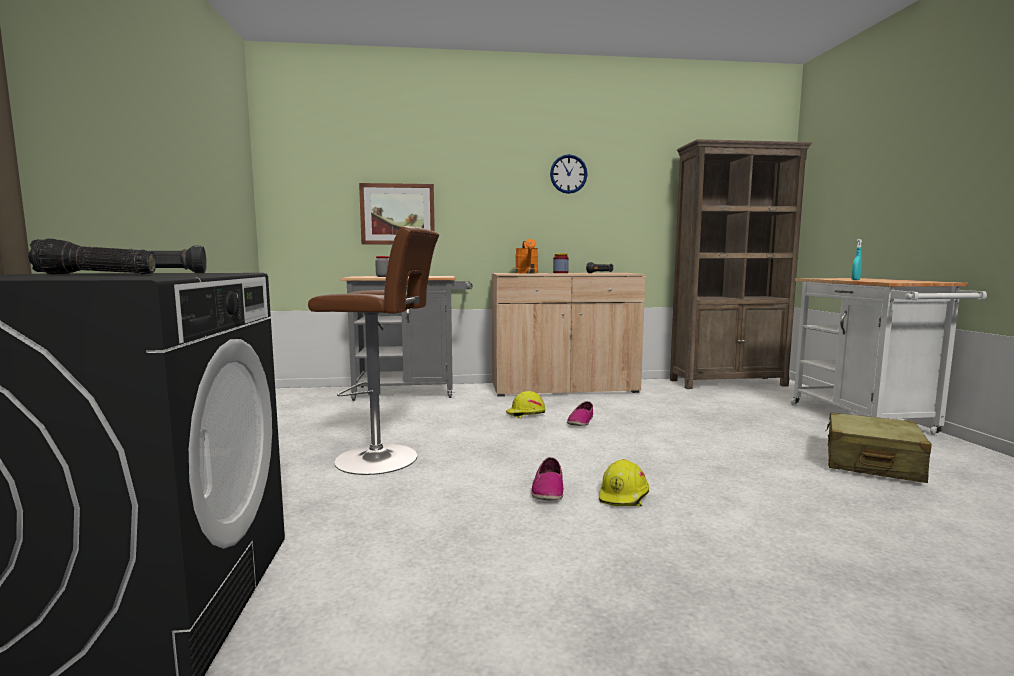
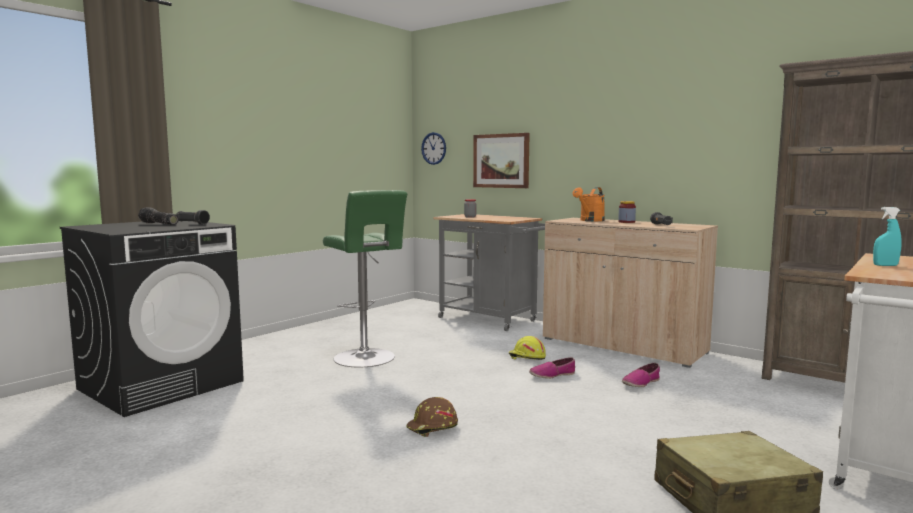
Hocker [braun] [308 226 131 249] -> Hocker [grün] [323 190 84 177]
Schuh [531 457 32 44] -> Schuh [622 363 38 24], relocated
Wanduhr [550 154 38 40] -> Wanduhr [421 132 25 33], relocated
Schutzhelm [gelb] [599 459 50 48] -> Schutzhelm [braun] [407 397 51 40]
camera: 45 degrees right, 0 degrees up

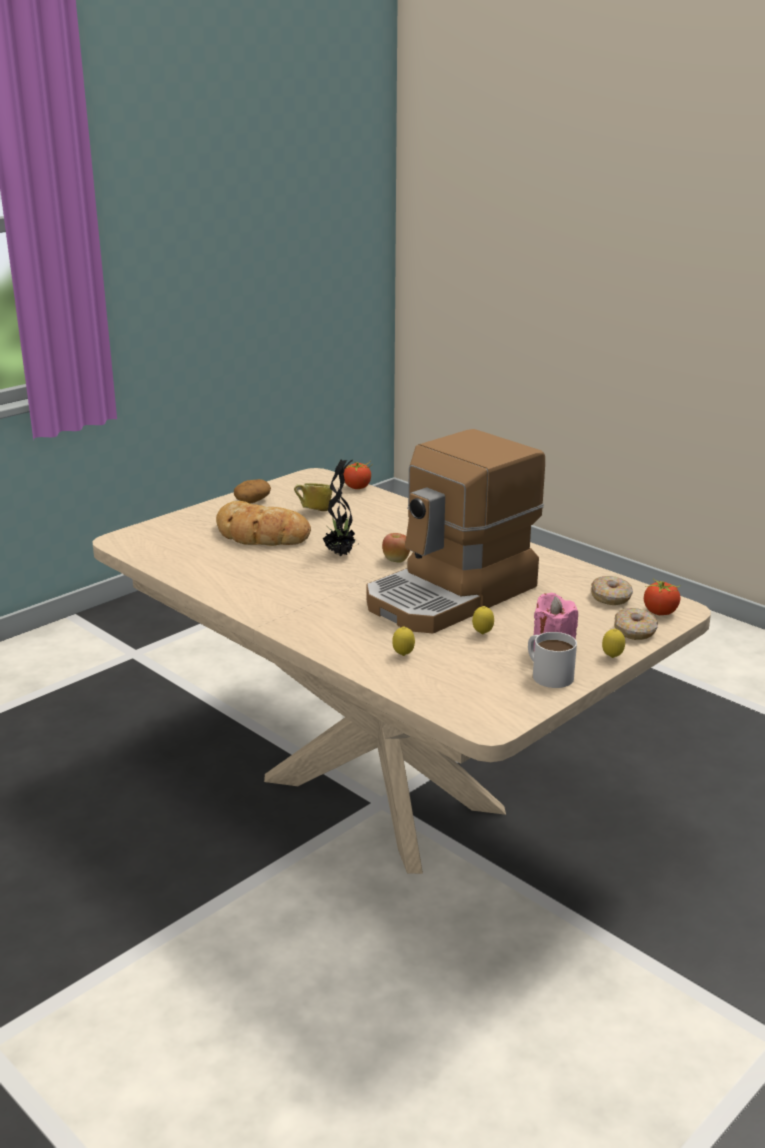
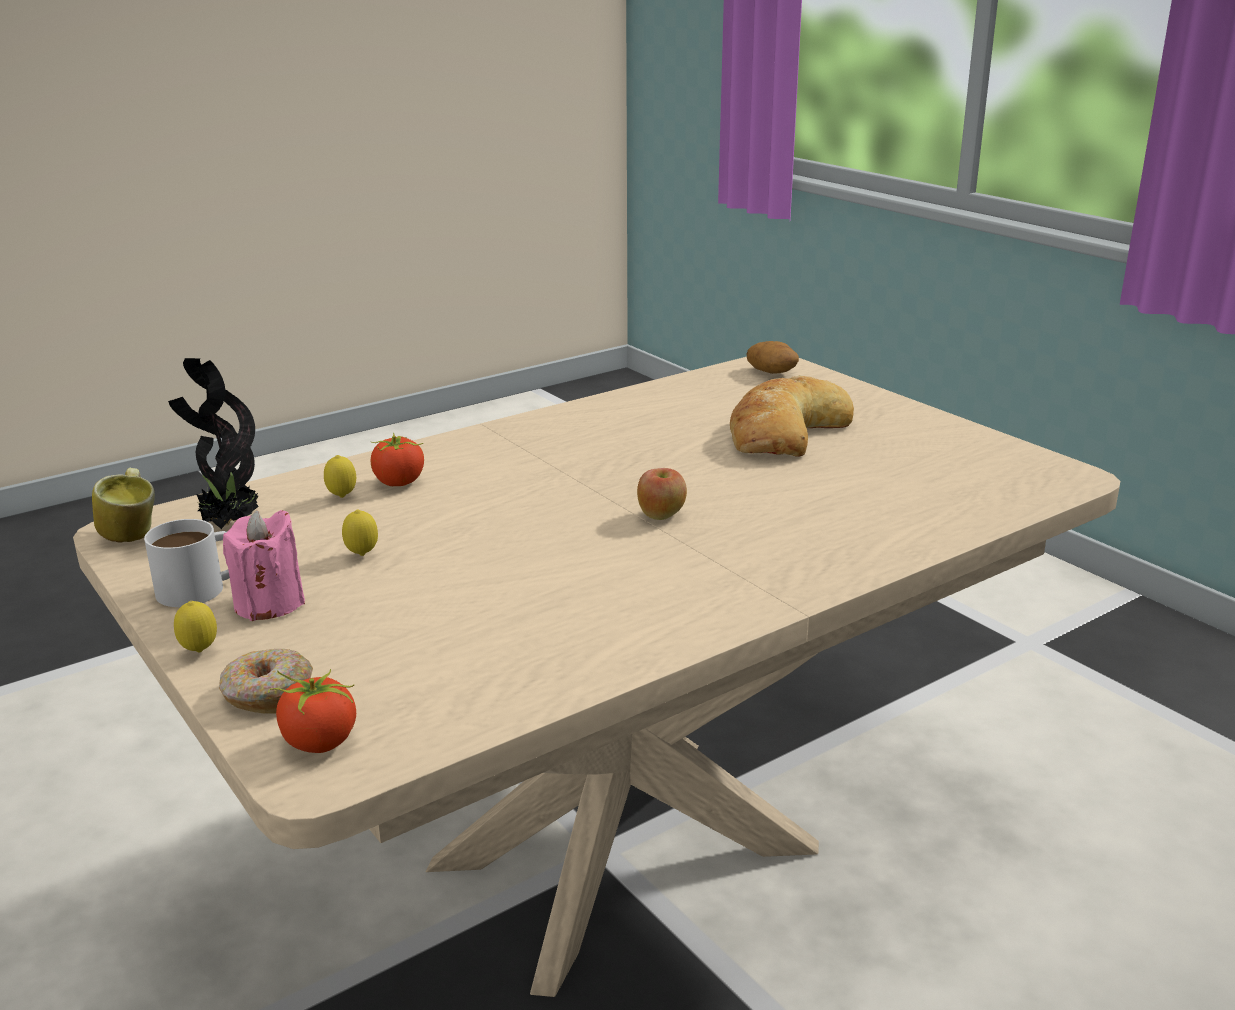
Kartoffel [234 479 37 25] -> Kartoffel [746 341 53 33], relocated
Henkelbecher [294 483 38 28] -> Henkelbecher [92 468 63 74], relocated
Topfpflanze [323 459 34 97] -> Topfpflanze [168 358 91 171], relocated
Tomate [344 460 29 29] -> Tomate [371 433 53 53], relocated
Kaffeemaschine [366 429 179 204] -> none
Donut [591 576 42 29] -> none
camera: 100 degrees right, 0 degrees up

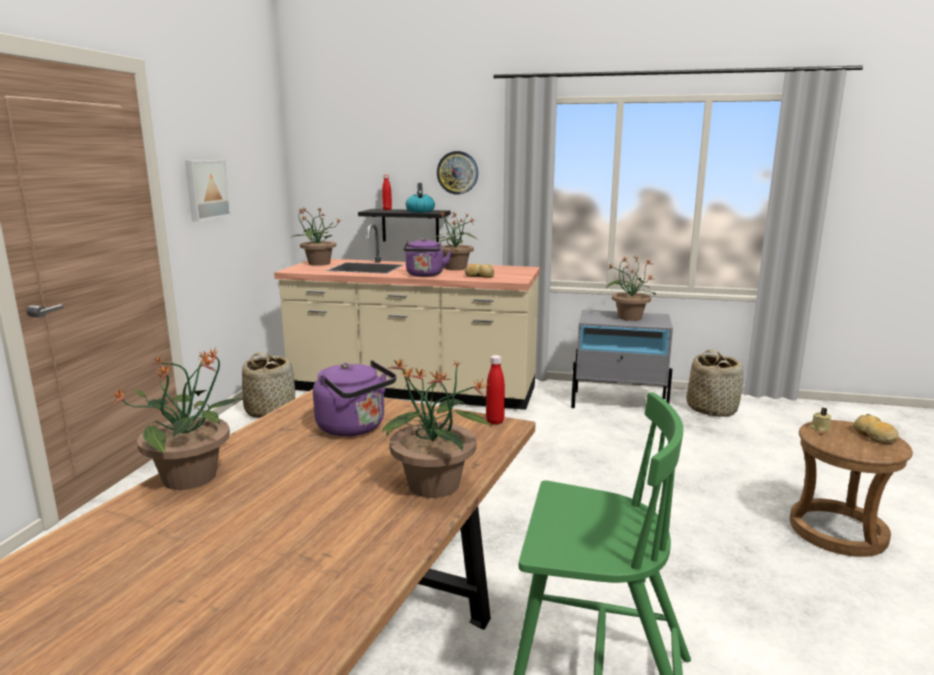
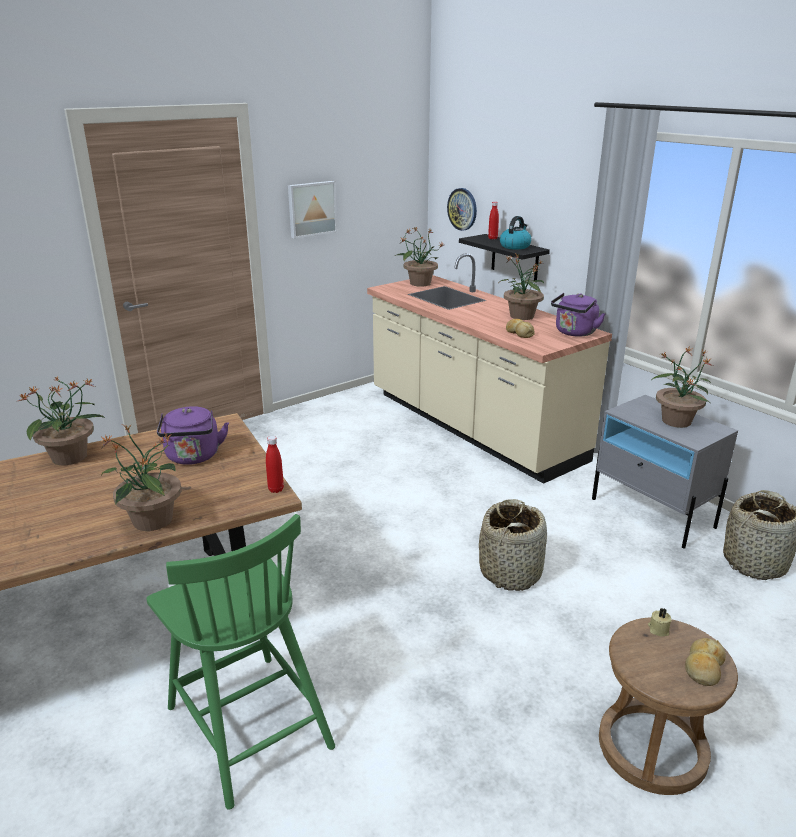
Korb [242 352 54 66] -> Korb [479 499 68 92], relocated
Wasserkessel [lila] [403 238 49 39] -> Wasserkessel [lila] [551 293 54 44], relocated
Wanduhr [437 151 41 44] -> Wanduhr [447 188 30 43], relocated
camera: 40 degrees right, 10 degrees up

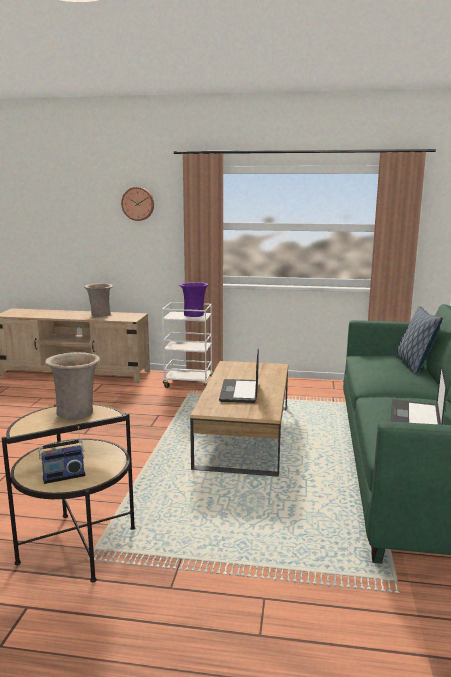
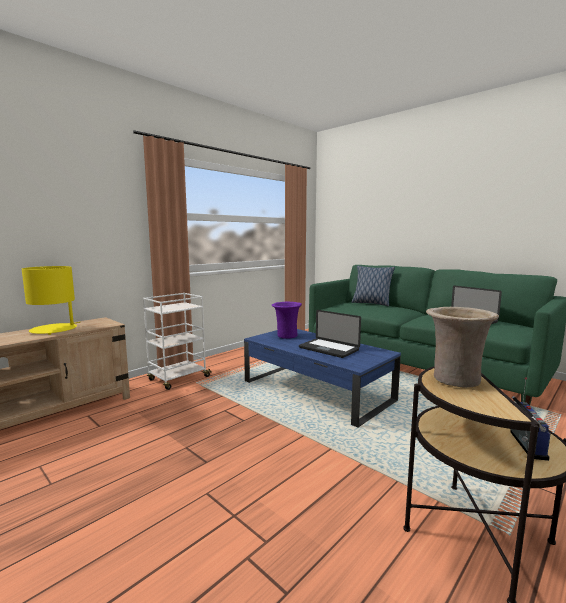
Vase [beige] [84 283 29 34] -> Tischlampe [gelb] [22 266 58 69]
Wanduhr [121 187 33 34] -> none
Vase [lila] [179 282 30 35] -> Vase [lila] [272 302 30 37], relocated
Couchtisch [braun] [190 361 98 116] -> Couchtisch [blau] [244 329 157 98]
camera: 55 degrees left, 5 degrees down

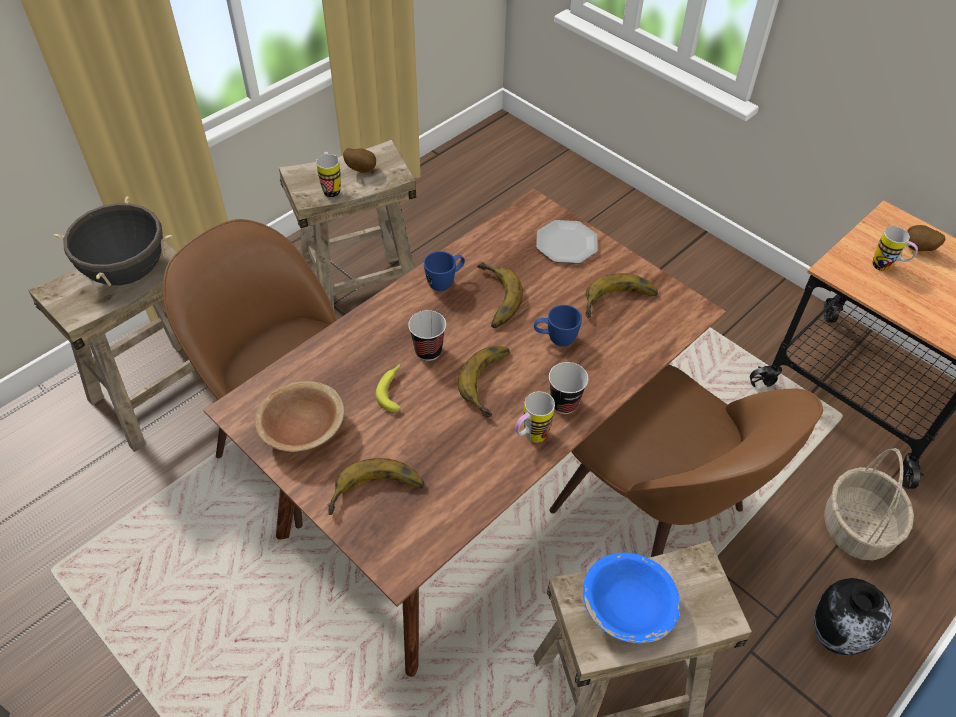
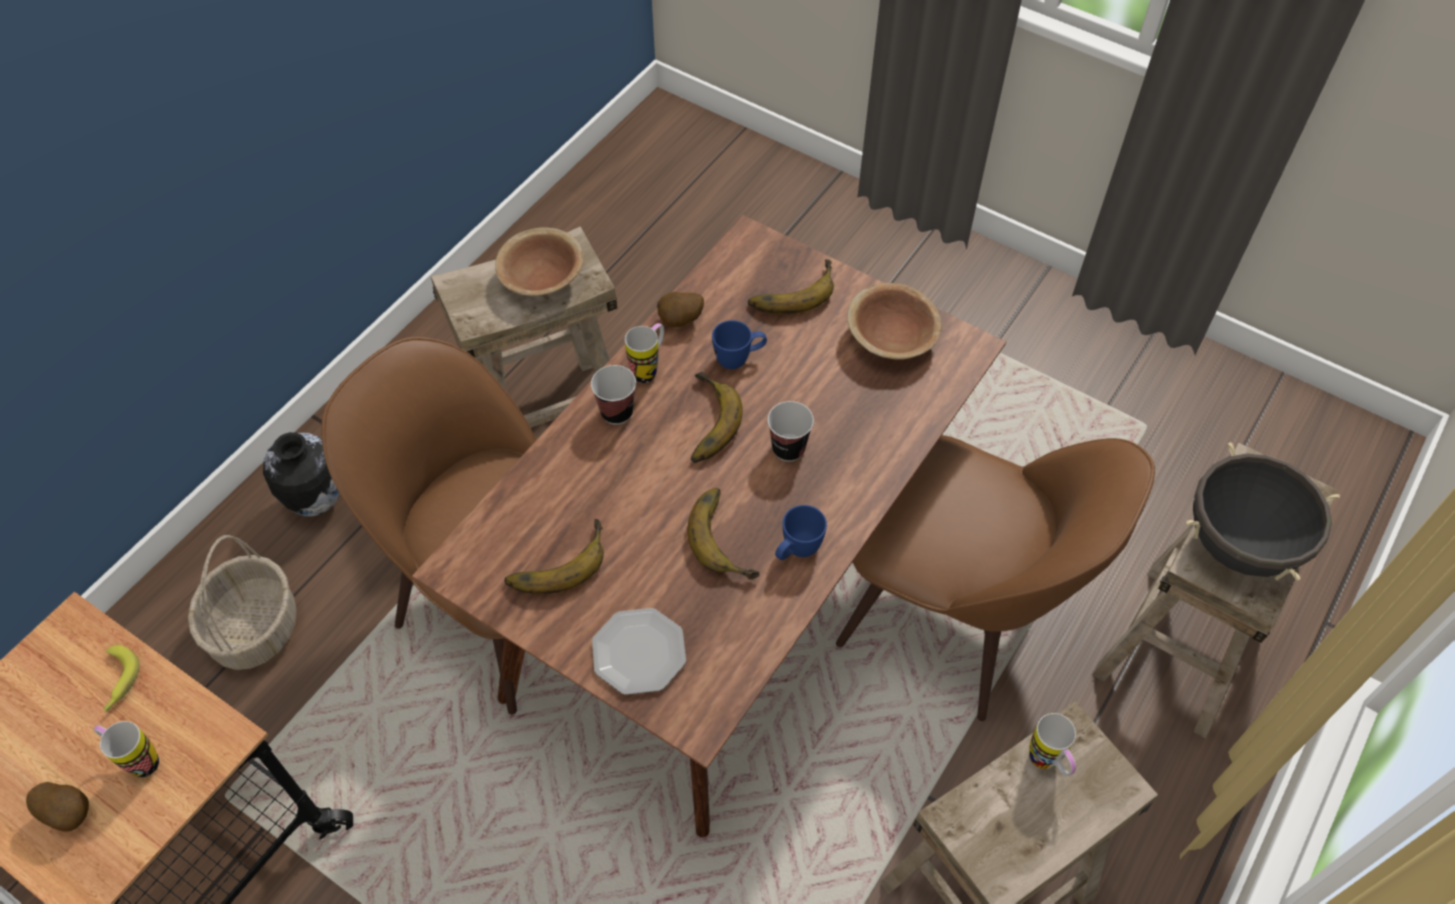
Kartoffel [343 148 33 25] -> Kartoffel [657 292 47 35], relocated
Banane [375 364 26 48] -> Banane [104 645 36 67], relocated
Henkelbecher [blau] [534 305 48 41] -> Henkelbecher [blau] [712 320 55 49], relocated
Schüssel [blau] [583 553 97 90] -> Schüssel [braun] [495 227 88 69]
camera: 170 degrees right, 5 degrees up

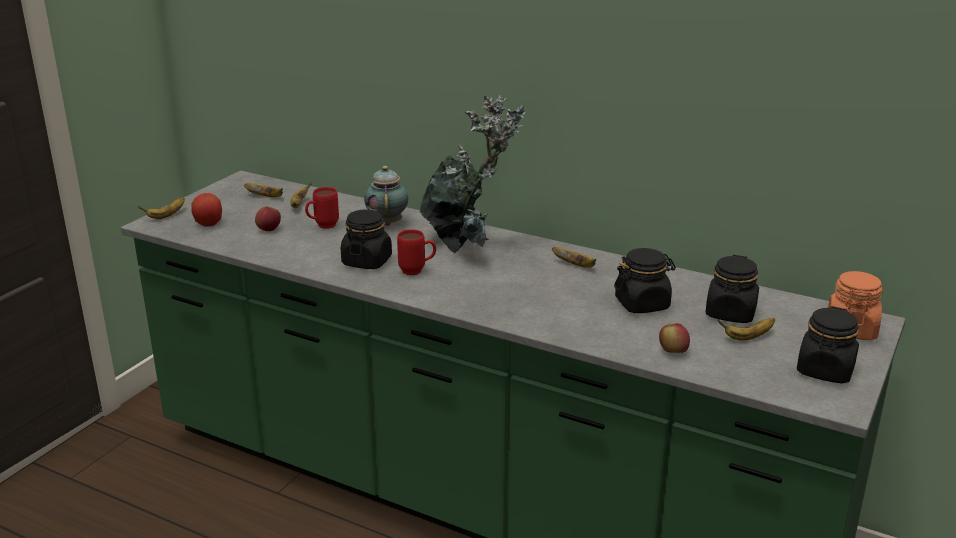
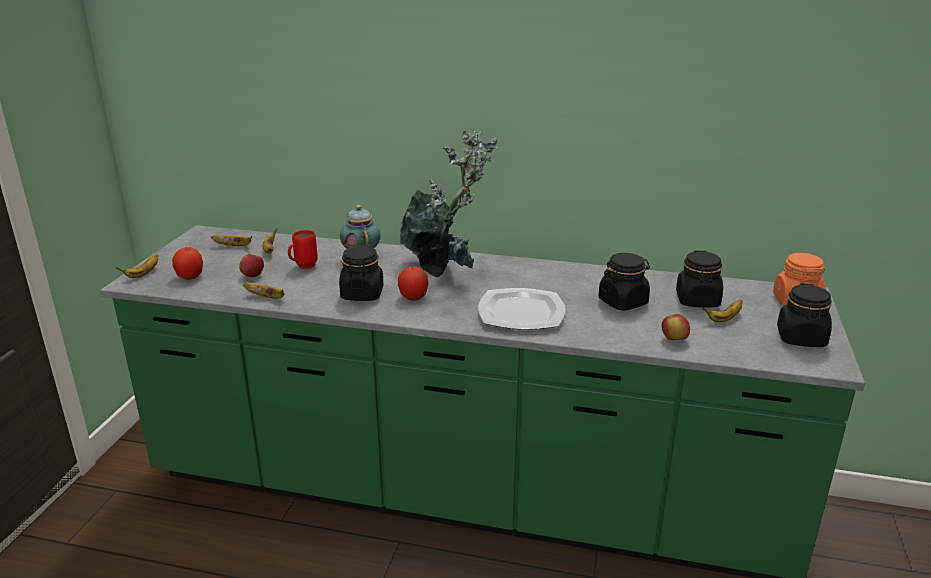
Henkelbecher [rot] [397 229 39 46] -> Apfel [398 267 30 34]
Banane [552 247 44 21] -> Banane [243 282 42 16], relocated
none -> Teller [478 288 88 42]
camera: 15 degrees left, 0 degrees up

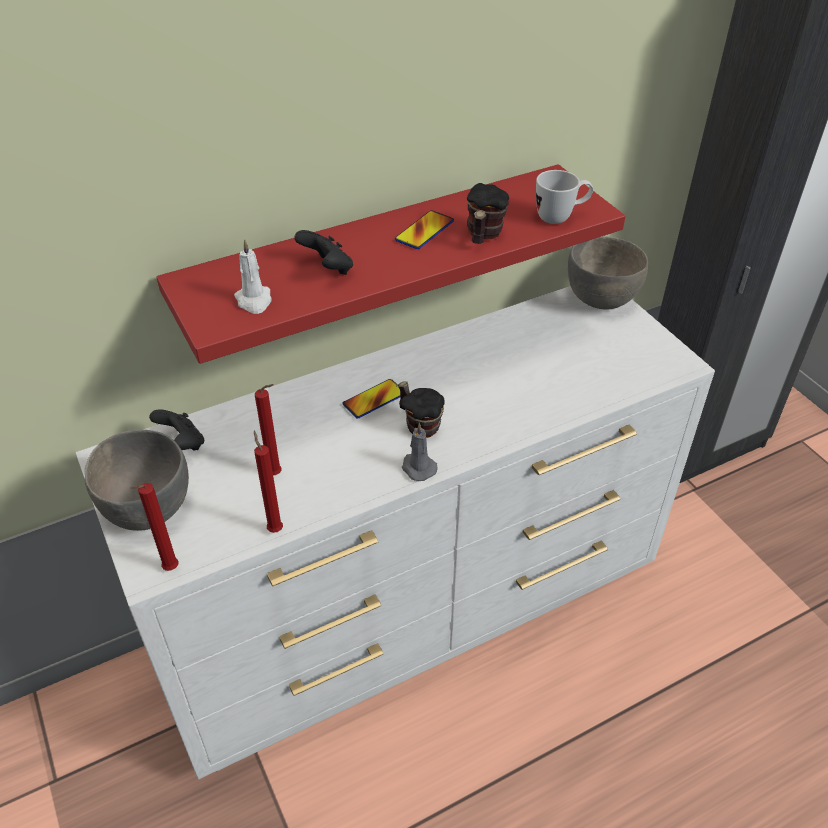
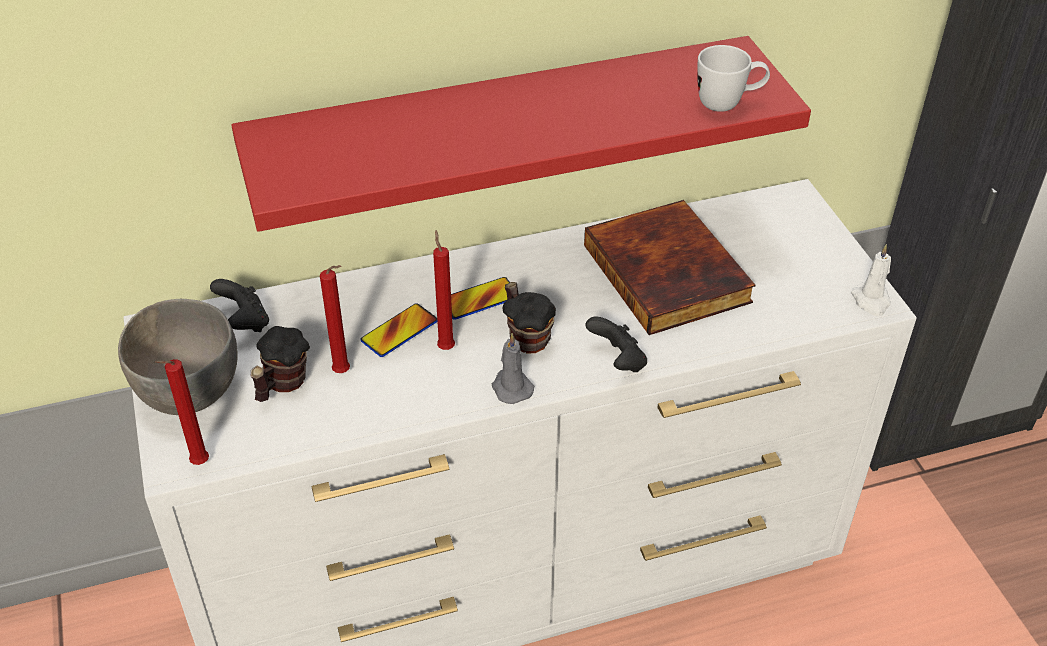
Kerze [weiß] [234 239 38 75] -> Kerze [weiß] [851 244 40 72], relocated
Kerze [rot] [254 431 29 102] -> Kerze [rot] [433 230 22 120], relocated
Gamepad [schwarz] [294 230 59 45] -> Gamepad [schwarz] [585 317 62 55], relocated
Handy [395 210 59 39] -> Handy [360 303 77 54], relocated
Henkelbecher [467 183 42 61] -> Henkelbecher [251 326 59 76], relocated
Schüssel [grau] [568 236 80 74] -> none
none -> Buch [584 200 172 135]
camera: 10 degrees right, 0 degrees up

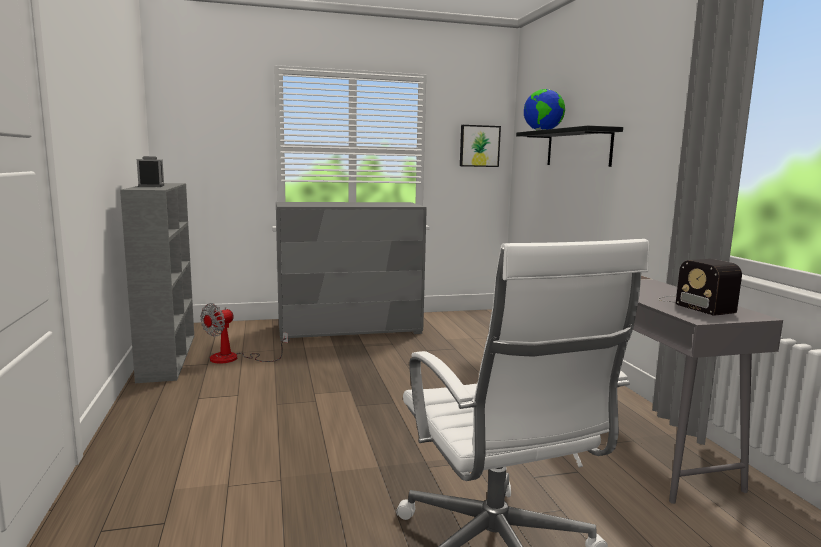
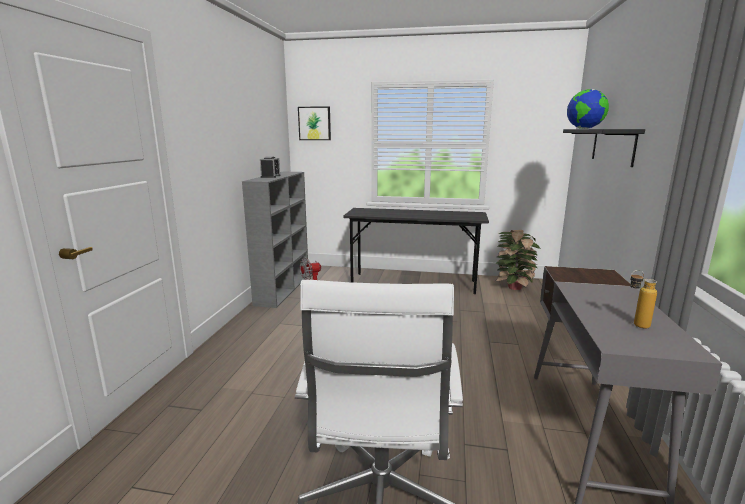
Kommode [grau] [276 202 151 139] -> Schreibtisch [grau] [343 208 146 86]
Bild [460 125 41 42] -> Bild [298 106 33 34], relocated
Radio [658 259 84 57] -> Flasche [630 270 27 58]
none -> Topfpflanze [495 230 45 60]
camera: 25 degrees right, 5 degrees up

